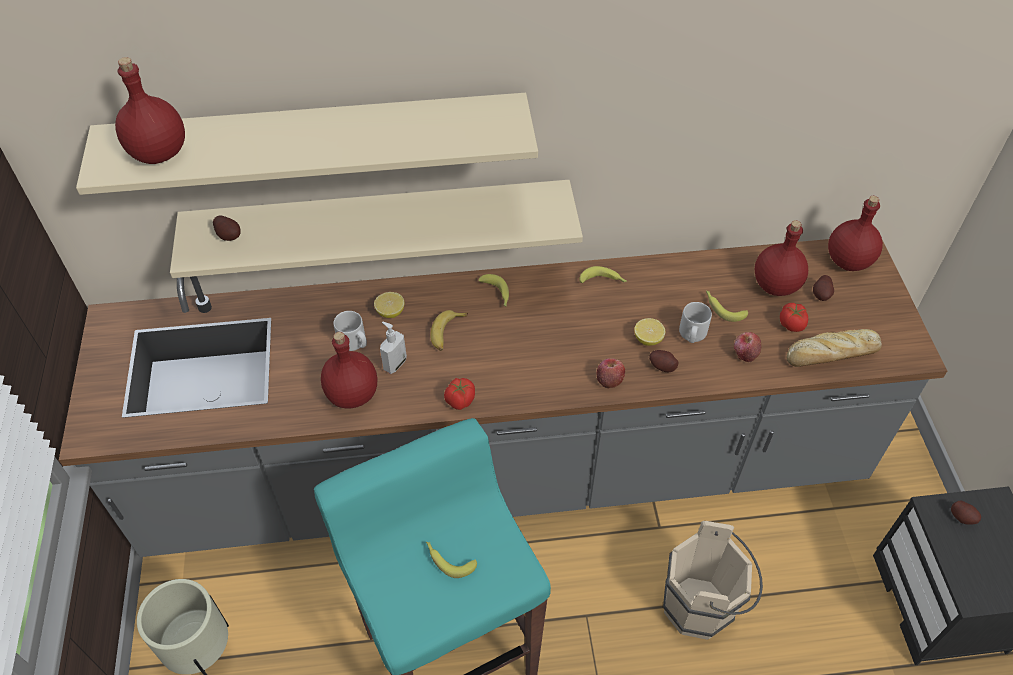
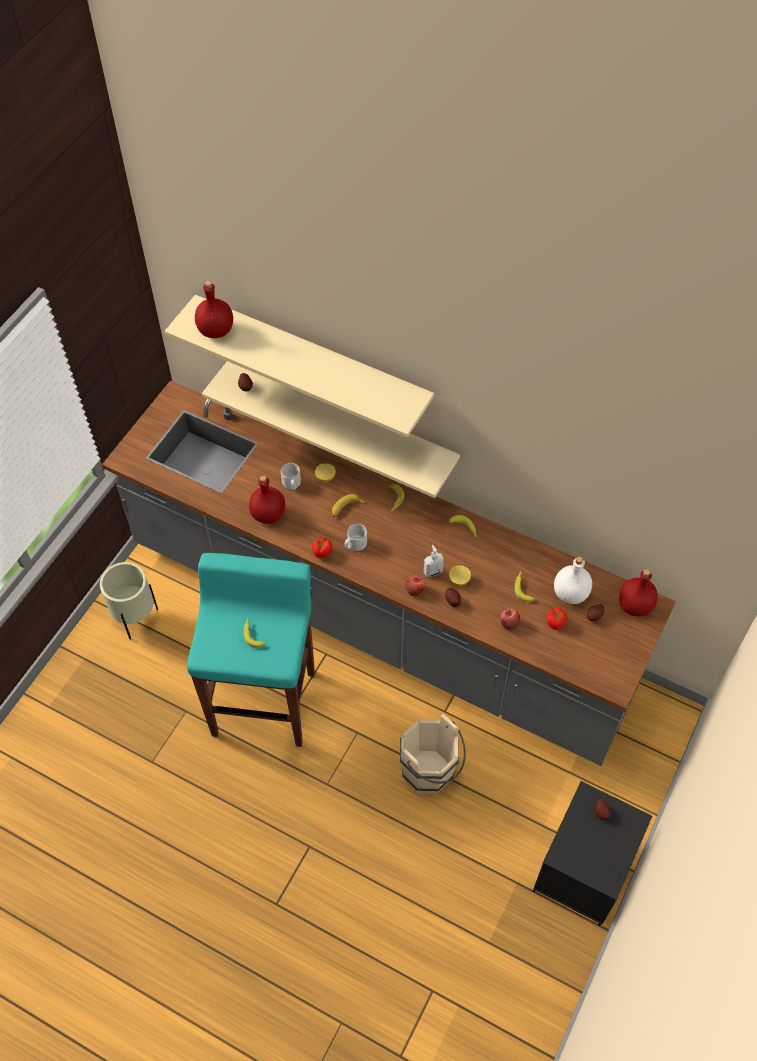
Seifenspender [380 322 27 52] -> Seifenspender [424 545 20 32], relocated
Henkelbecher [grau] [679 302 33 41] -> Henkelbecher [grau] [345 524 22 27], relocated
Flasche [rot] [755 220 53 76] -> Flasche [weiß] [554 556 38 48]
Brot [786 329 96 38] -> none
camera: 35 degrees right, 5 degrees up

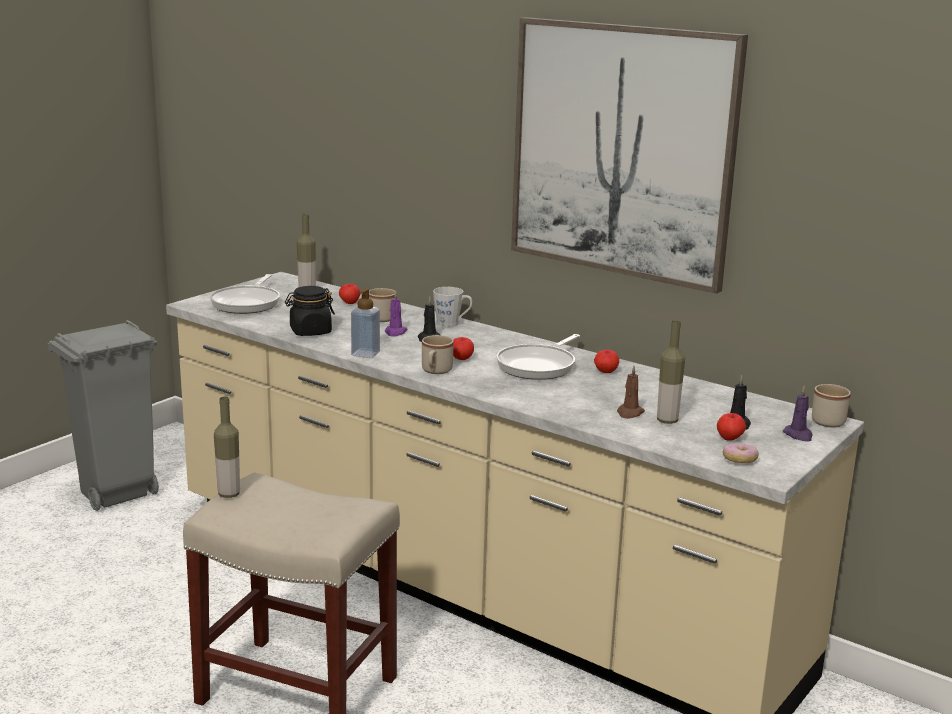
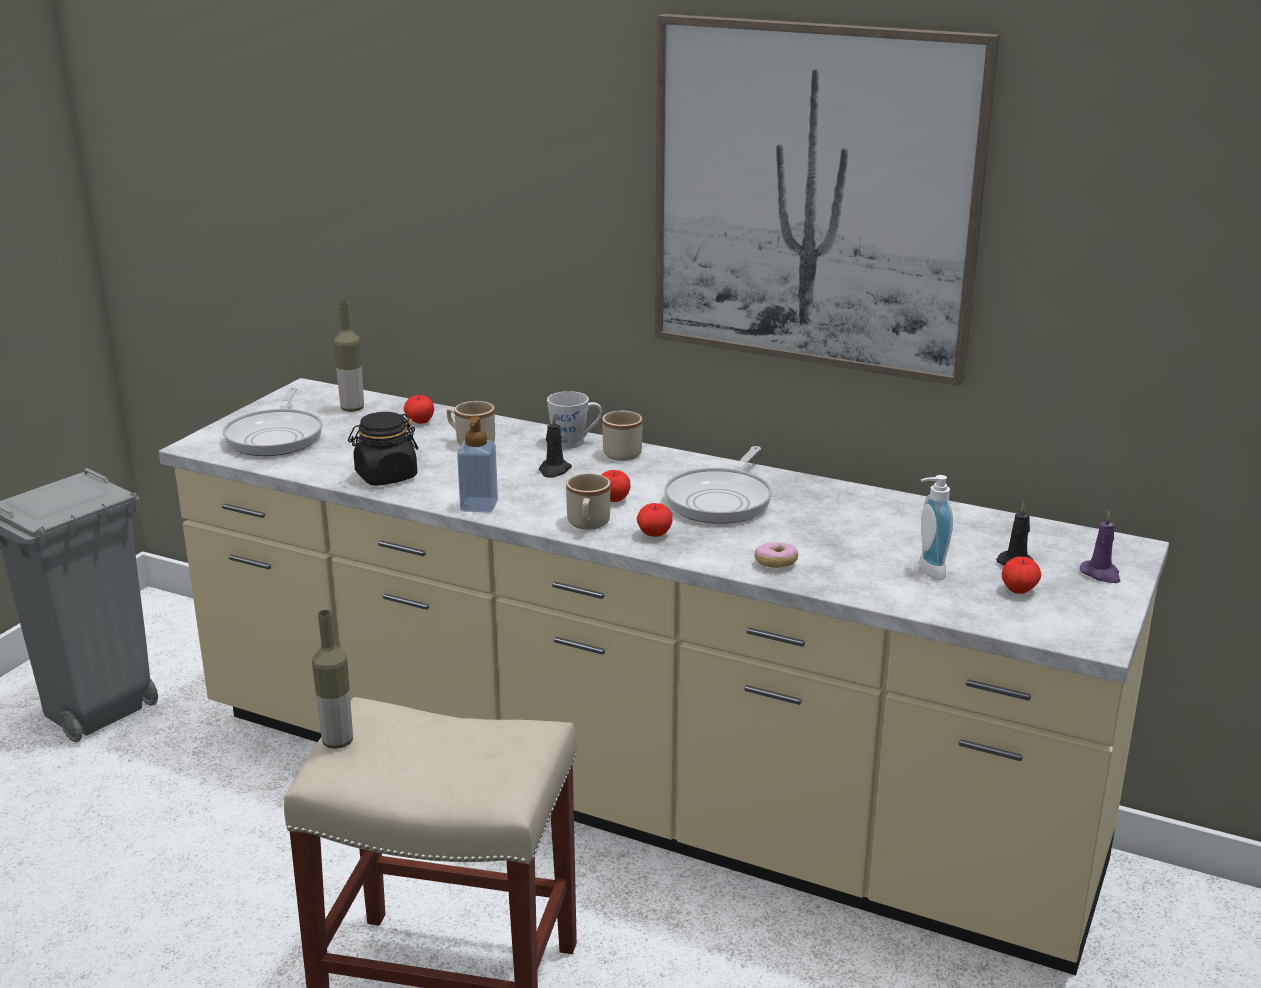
Kerze [lila] [385 291 23 46] -> none
Apfel [594 350 25 23] -> Apfel [637 503 36 34], relocated
Kerze [braun] [617 366 28 53] -> none
Flasche [657 320 28 104] -> Seifenspender [919 475 34 105]
Donut [723 444 36 19] -> Donut [754 542 44 26], relocated
Henkelbecher [beige] [812 384 39 44] -> Henkelbecher [beige] [602 411 40 50], relocated
camera: 10 degrees left, 5 degrees up

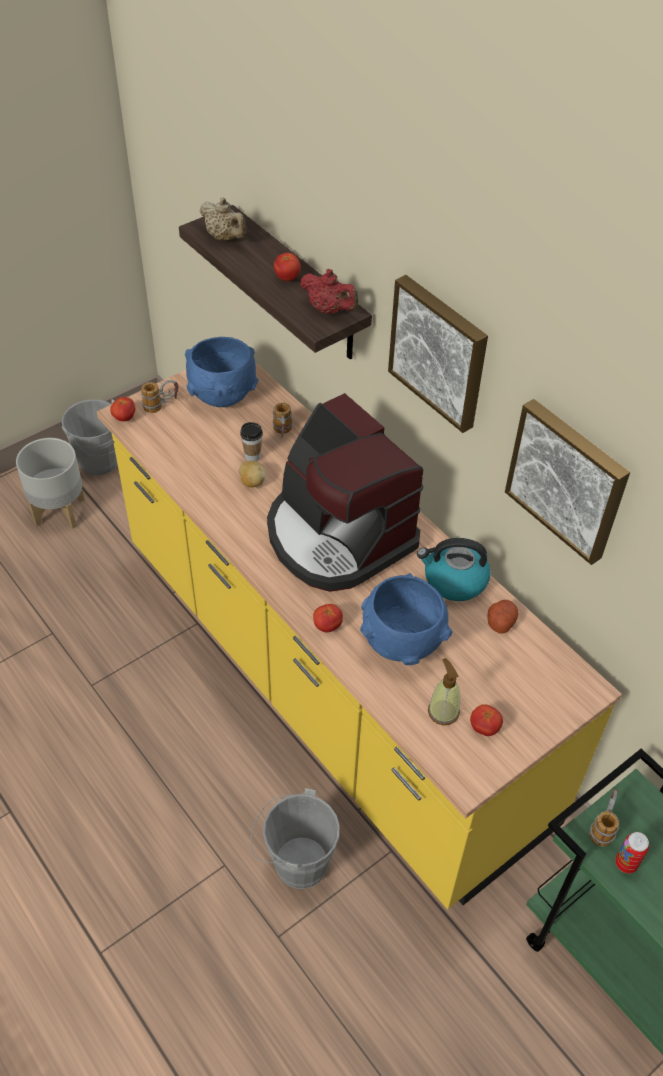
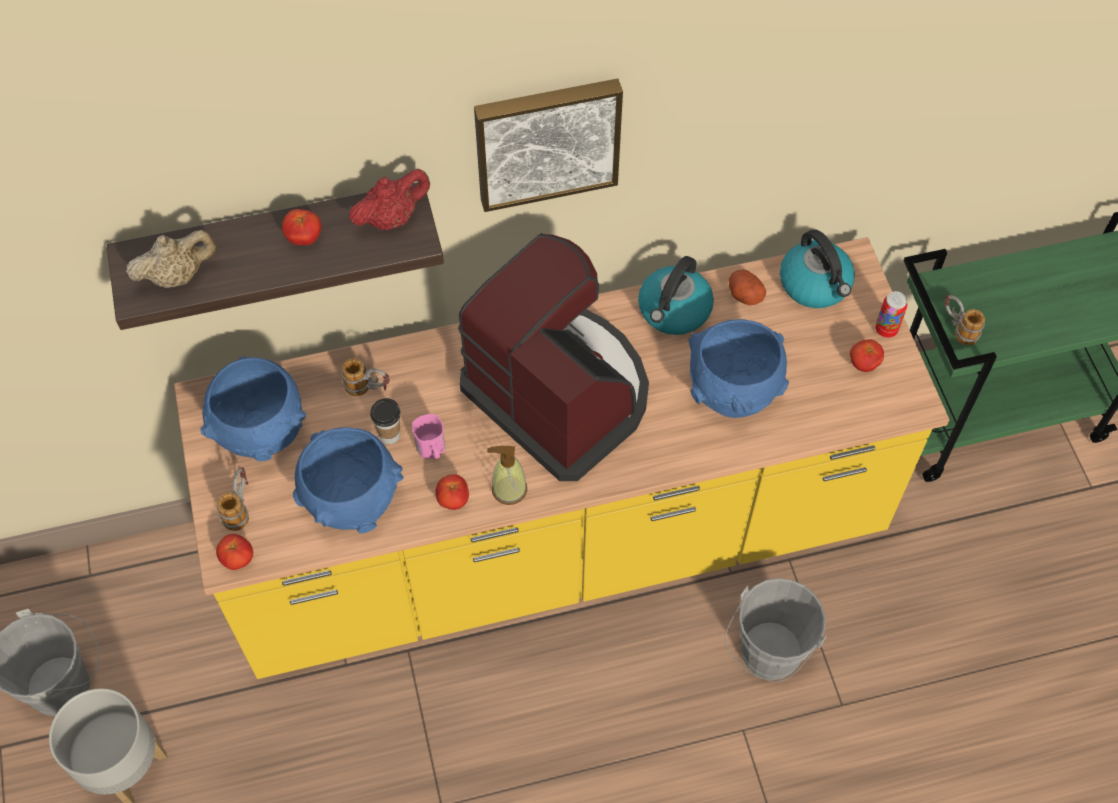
Kartoffel [239 461 27 26] -> Henkelbecher [rosa] [412 414 33 45]
Kaffeemaschine [267 393 156 199] -> Kaffeemaschine [458 233 191 248], 120 degrees counterclockwise
Tomate [313 604 30 28] -> Tomate [435 474 34 36], relocated
Seifenspender [428 658 32 67] -> Seifenspender [487 446 40 59], relocated
Bild [505 399 125 166] -> none
Dose [615 832 34 42] -> Dose [875 291 32 47], relocated
none -> Schüssel [blau] [293 427 111 106]
none -> Wasserkessel [780 230 75 78]
camera: 65 degrees left, 10 degrees up

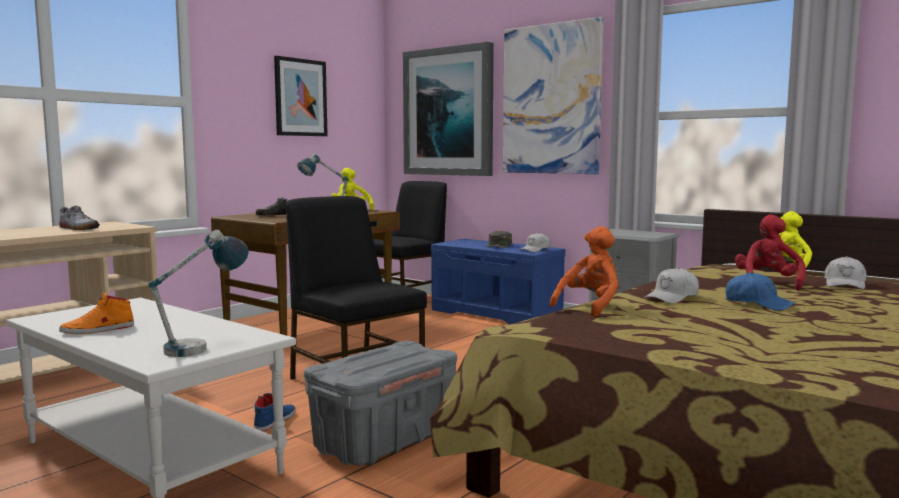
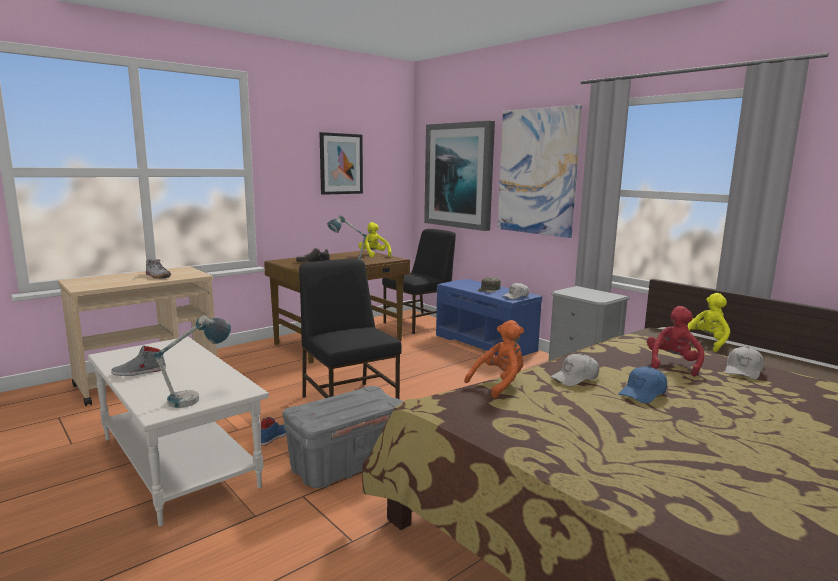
Schuh [orange] [59 292 75 42] -> Schuh [grau] [111 345 55 31]
Kappe [blau] [725 272 70 39] -> Kappe [blau] [619 366 48 37], 90 degrees clockwise
camera: 10 degrees right, 5 degrees up

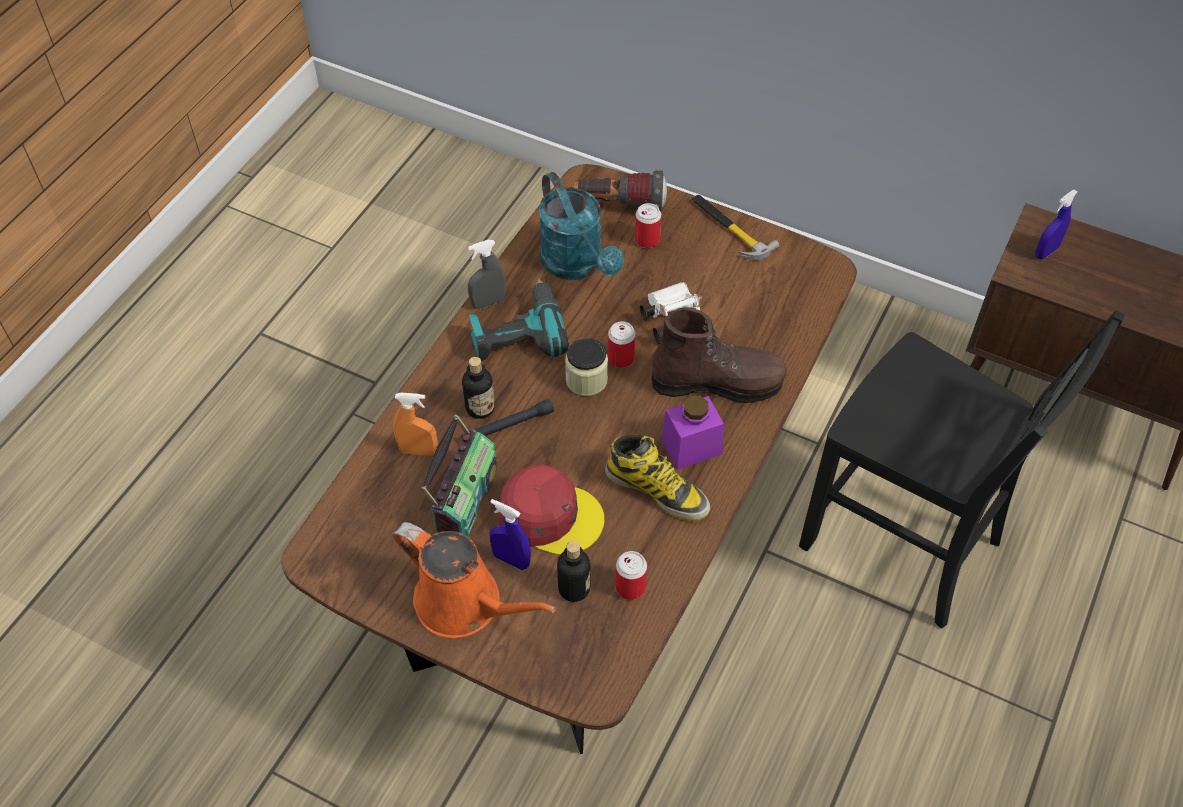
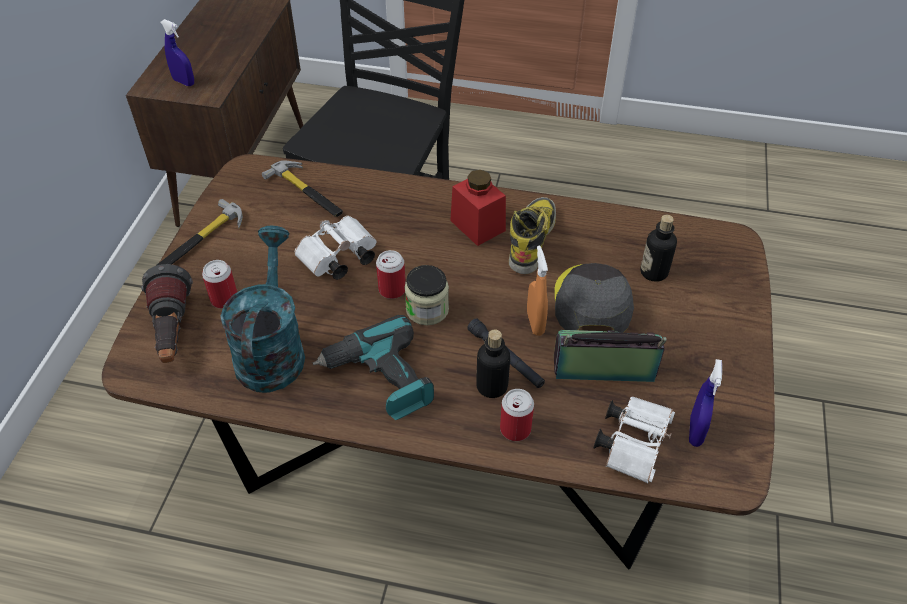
Sprühflasche [orange] [393 393 45 63] -> Sprühflasche [orange] [527 246 21 90], relocated
Gießkanne [orange] [393 522 163 116] -> none
Sprühflasche [grau] [468 240 38 69] -> none
Sprühflasche [blau] [490 499 41 71] -> Sprühflasche [blau] [689 359 33 88], relocated
Kappe [rot] [498 464 106 91] -> Kappe [grau] [554 263 80 70]
Gießkanne [türkis] [539 172 85 108] -> Gießkanne [türkis] [220 226 85 167], 45 degrees counterclockwise
Dose [615 551 32 49] -> Dose [500 389 34 52], relocated
Stiefel [braun] [651 307 136 96] -> none
Vorratsglas [lila] [661 396 63 74] -> Vorratsglas [rot] [450 170 56 76]
none -> Hammer [262 160 81 57]
none -> Fernglas [weiß] [593 396 82 88]
camera: 105 degrees left, 5 degrees down

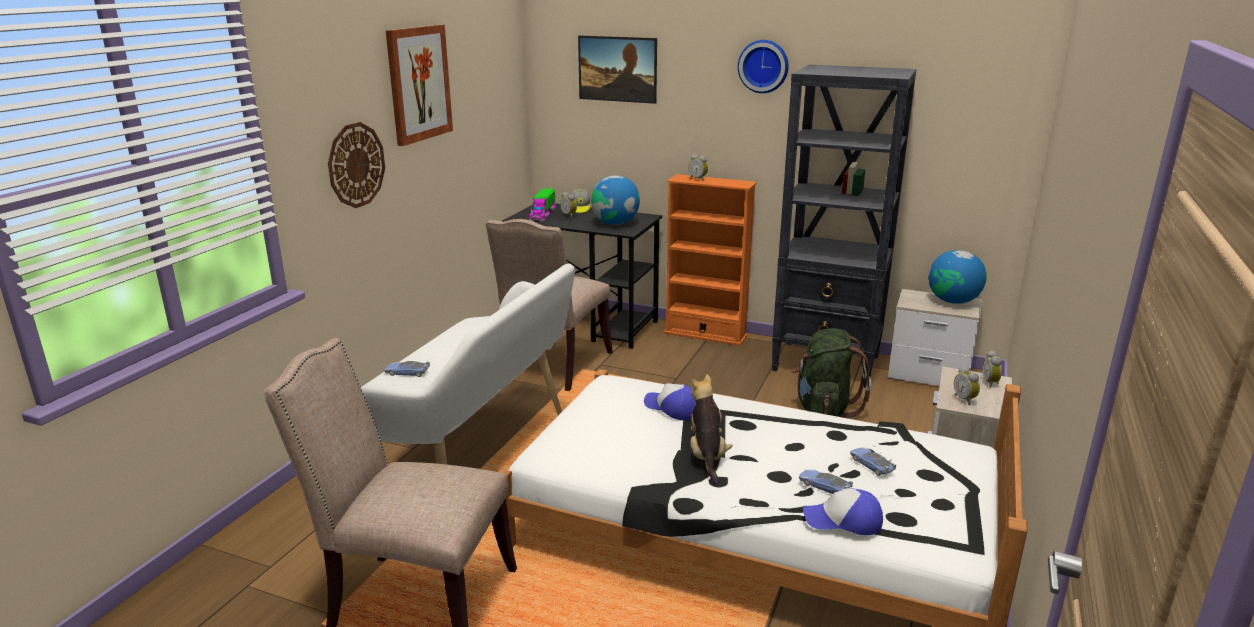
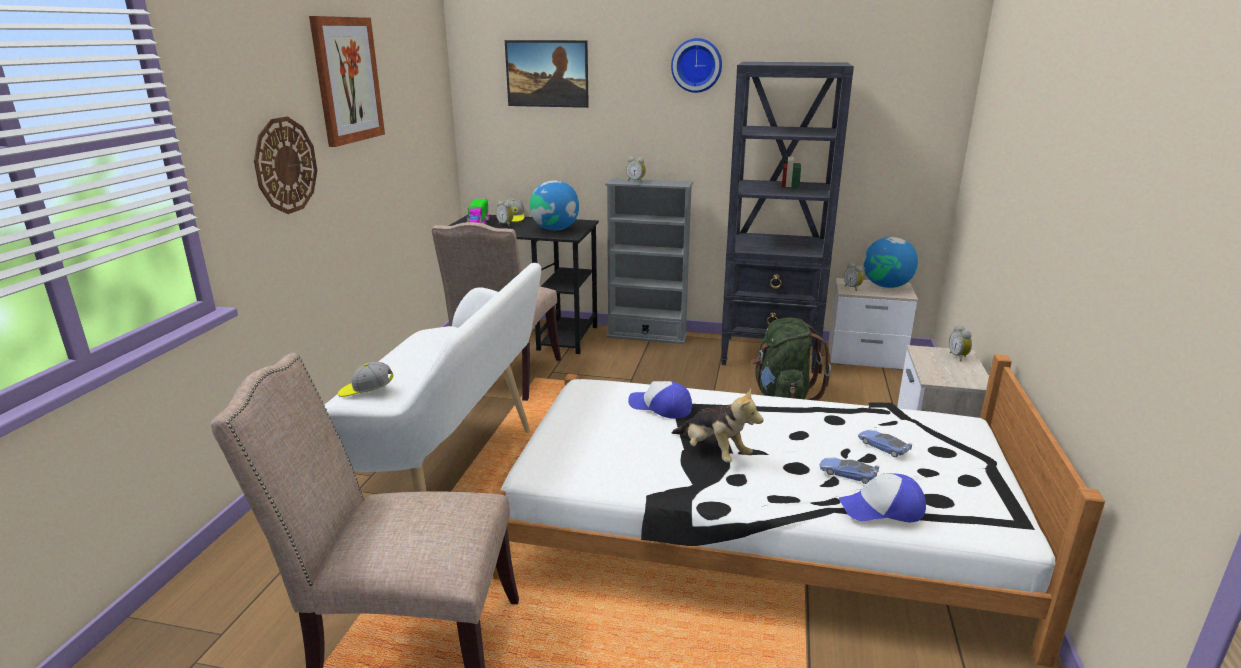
Spielzeugauto [384 361 46 16] -> Kappe [338 362 56 35]
Bücherregal [orange] [664 174 93 172] -> Bücherregal [grau] [605 178 88 166]
Plüschtier [690 374 43 110] -> Plüschtier [672 388 91 74], 150 degrees clockwise
Wecker [954 366 26 39] -> Wecker [844 263 20 28], relocated
camera: 10 degrees left, 0 degrees up

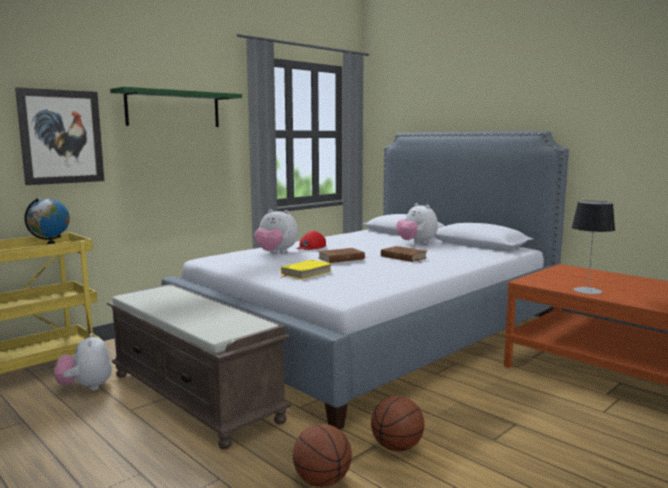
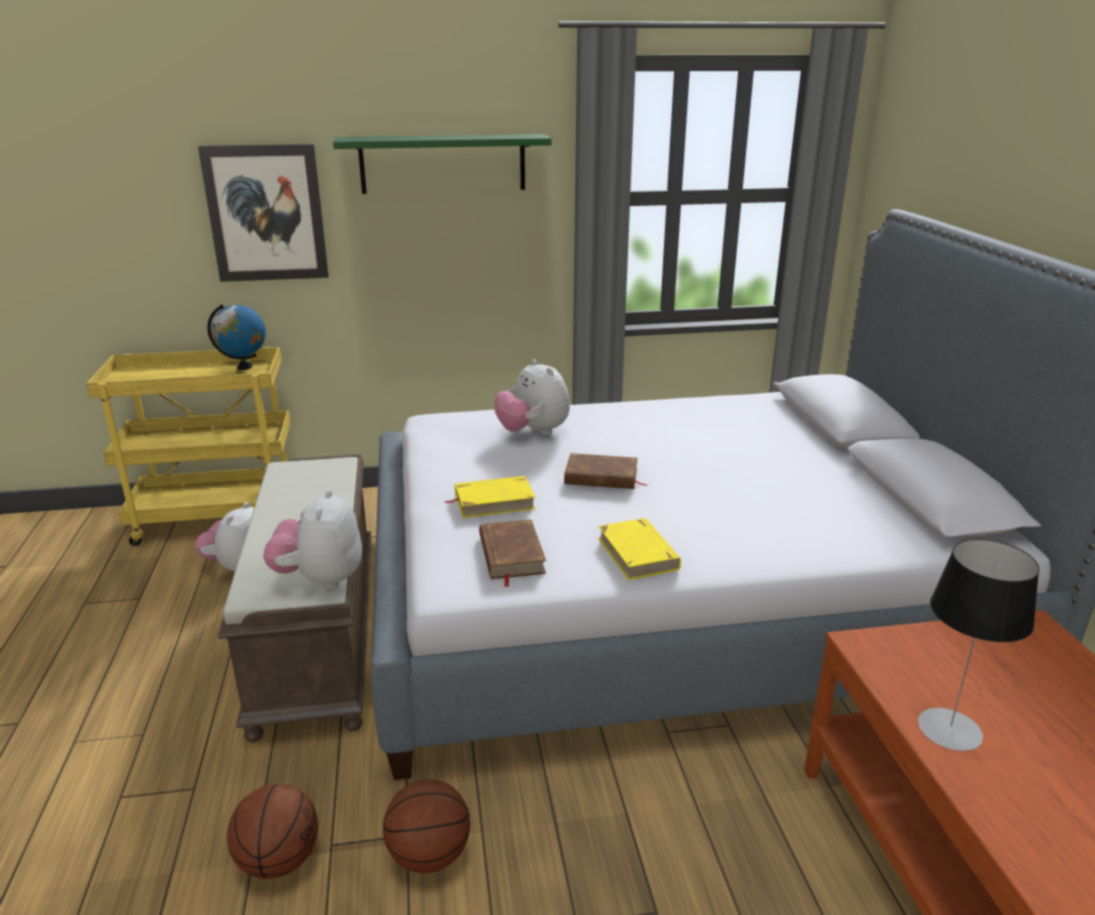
Kappe [rot] [296 231 30 19] -> none
Buch [braun] [381 246 46 16] -> Buch [braun] [479 520 67 67], relocated
Plüschtier [396 203 42 41] -> Plüschtier [263 490 99 99], relocated
none -> Buch [gelb] [598 518 83 62]
camera: 35 degrees right, 15 degrees up

